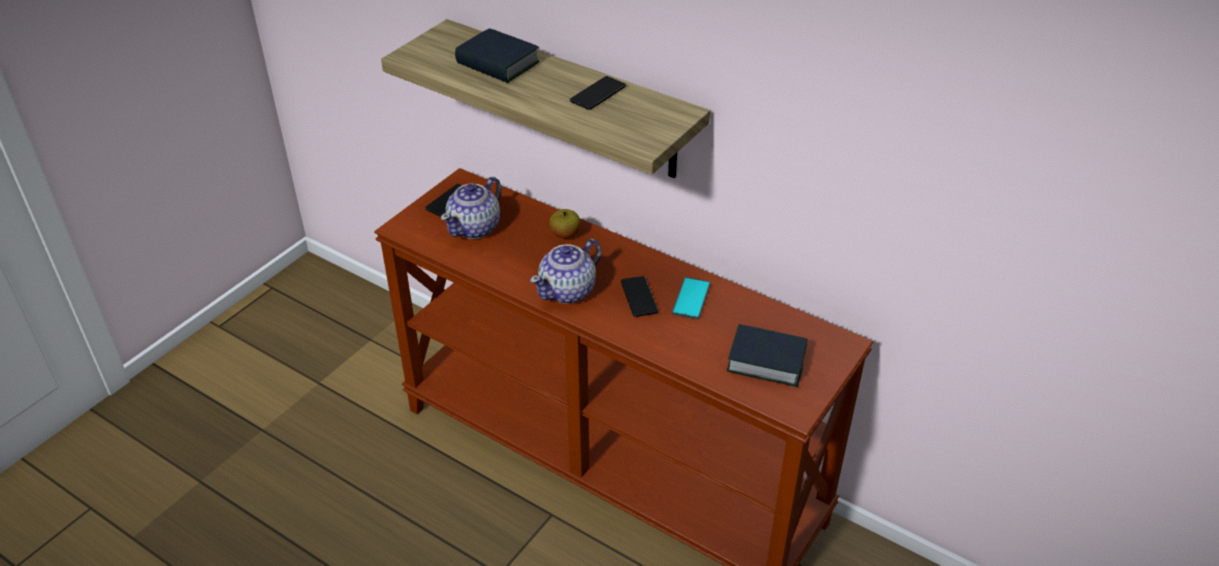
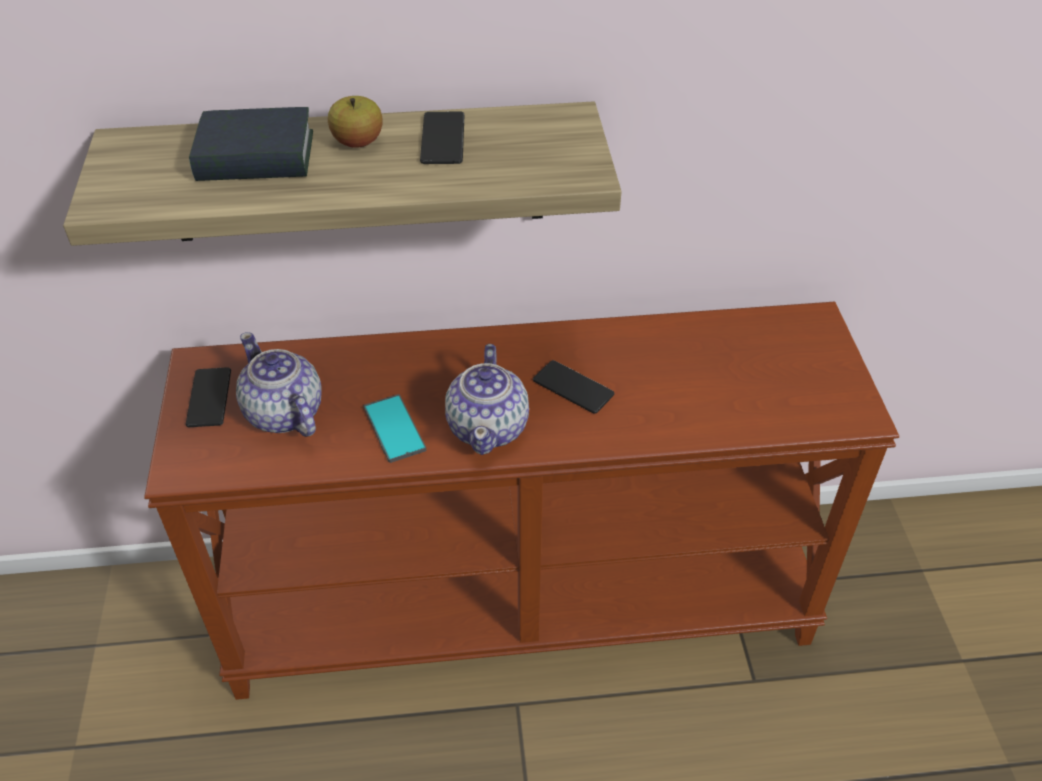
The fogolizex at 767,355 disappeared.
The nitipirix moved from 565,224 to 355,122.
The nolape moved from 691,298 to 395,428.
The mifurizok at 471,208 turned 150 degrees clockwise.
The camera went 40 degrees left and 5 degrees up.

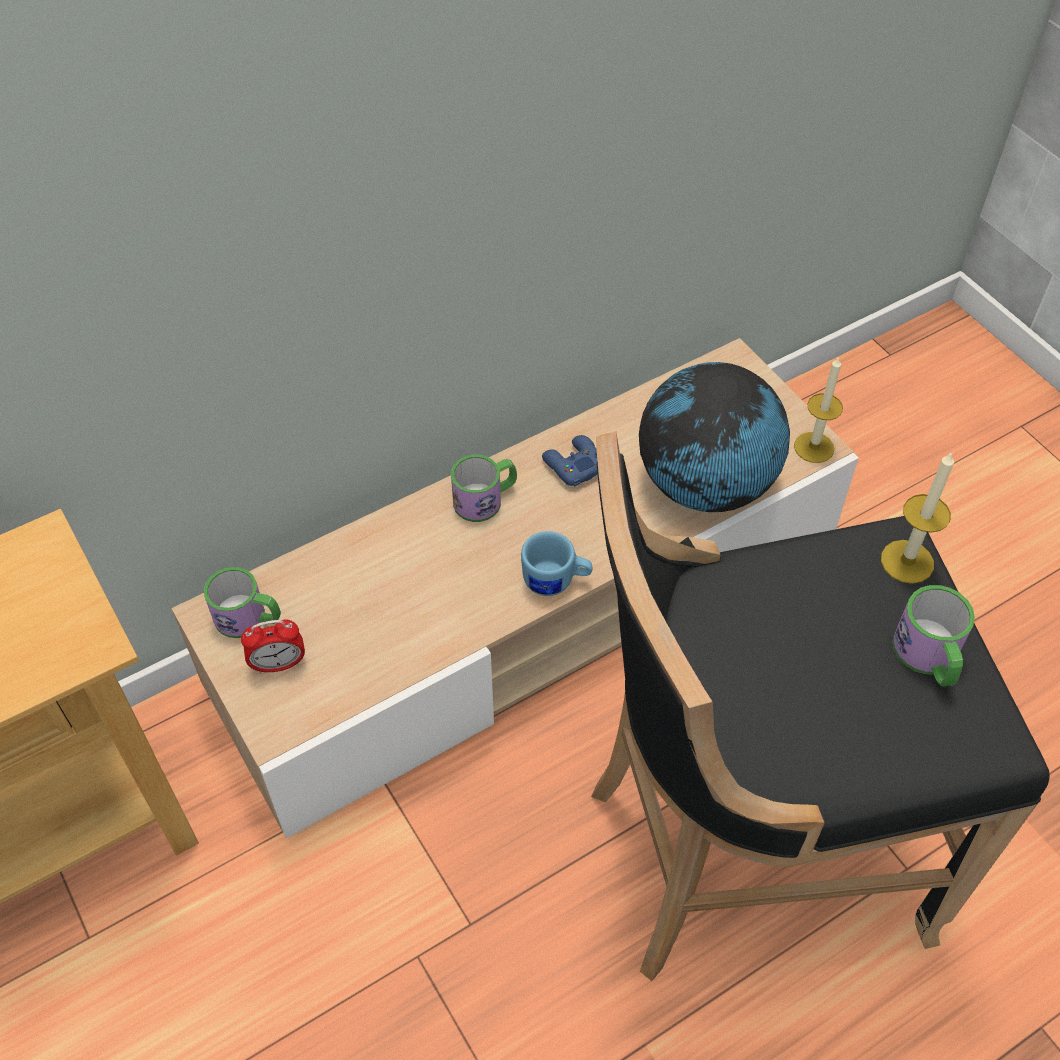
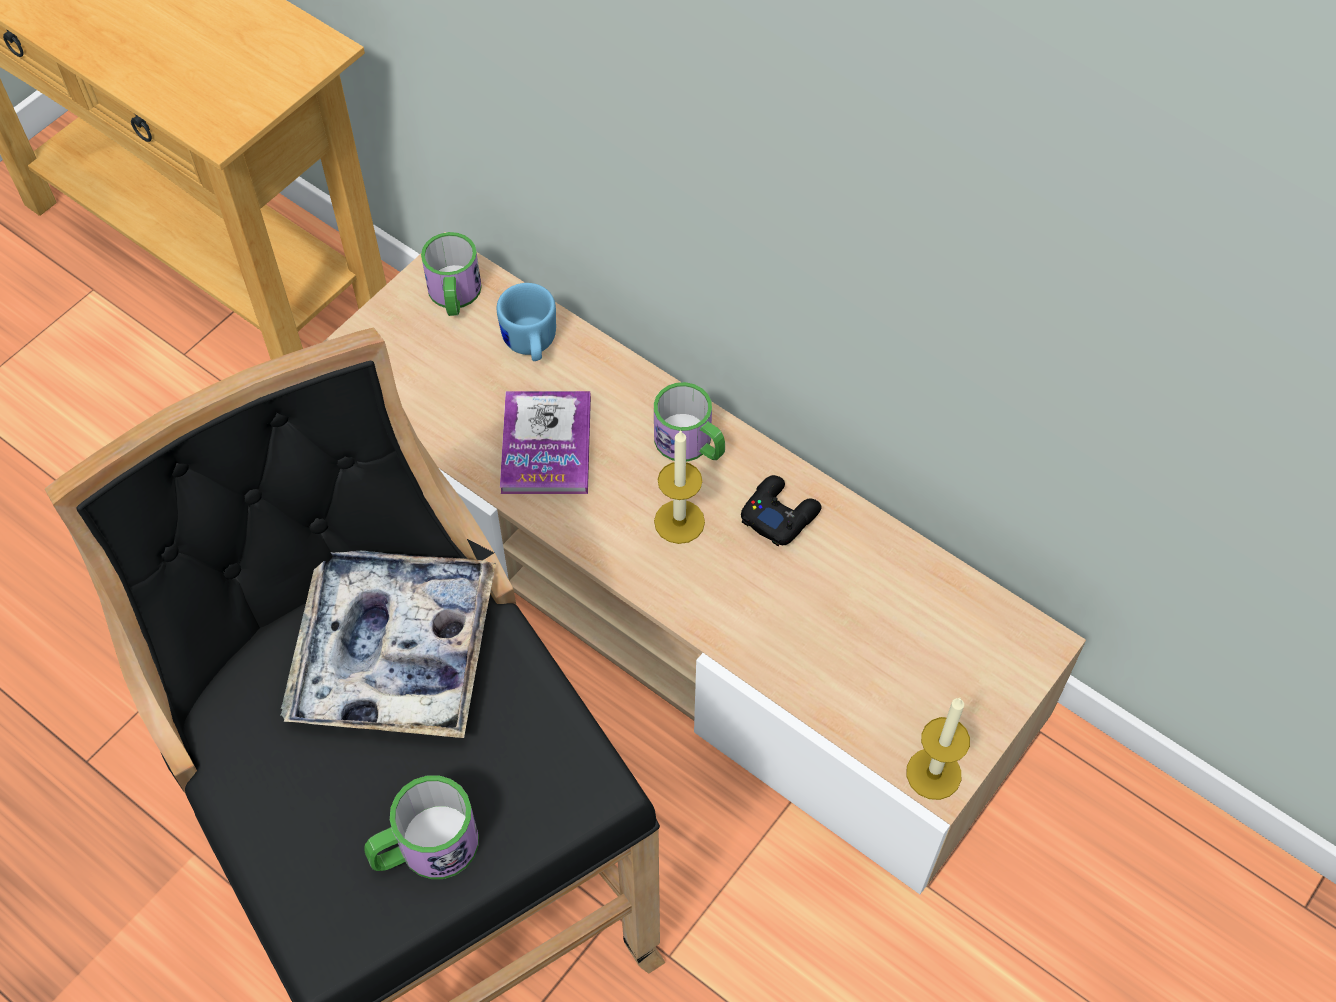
The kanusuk at 273,646 disappeared.
The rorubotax at 714,437 disappeared.
The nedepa at 388,644 appeared.
The fogolizex at 545,442 appeared.
The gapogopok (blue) moved from 556,563 to 526,322.
The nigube moved from 917,517 to 679,486.
The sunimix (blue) at 570,460 became the sunimix (black) at 781,510.
The camera went 70 degrees right and 5 degrees up.

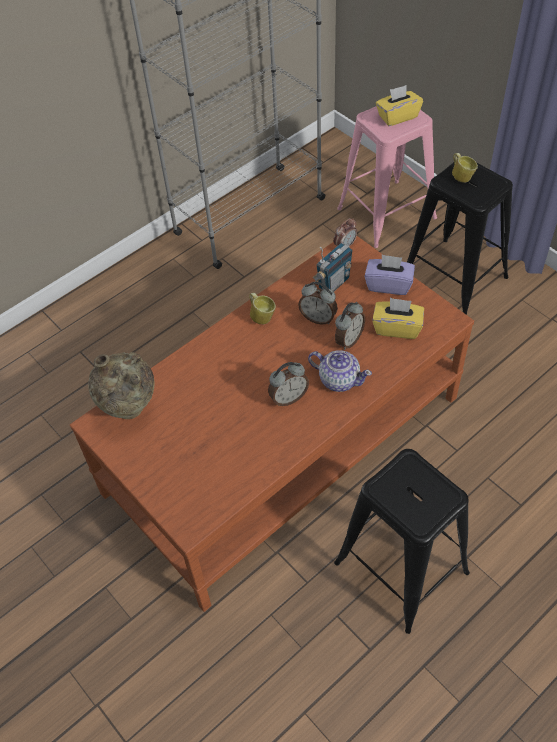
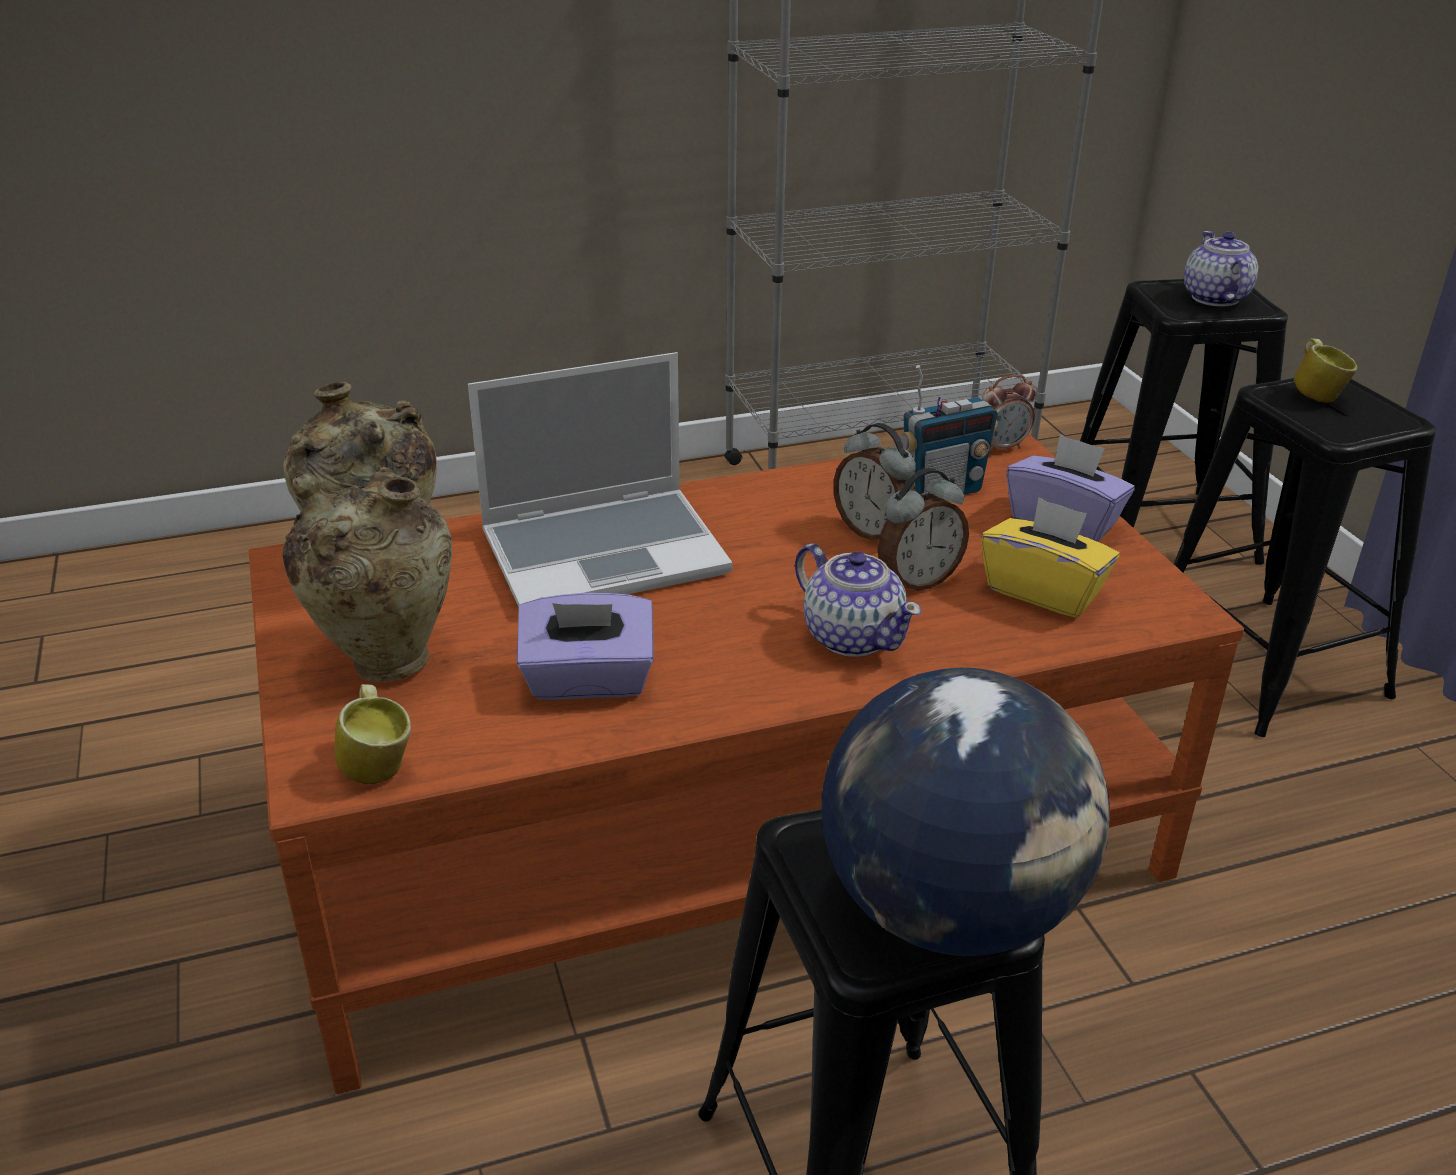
The kanusuk at 288,384 disappeared.
The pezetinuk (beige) at 367,574 appeared.
The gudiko at 600,479 appeared.
The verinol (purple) at 585,646 appeared.
The rorubotax at 966,812 appeared.
The gapogopok moved from 262,308 to 373,734.
The verinol (yellow) at 399,105 was replaced by the mifurizok at 1221,268.
The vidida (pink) at 387,177 became the vidida (black) at 1184,422.
The camera went 20 degrees right and 20 degrees down.

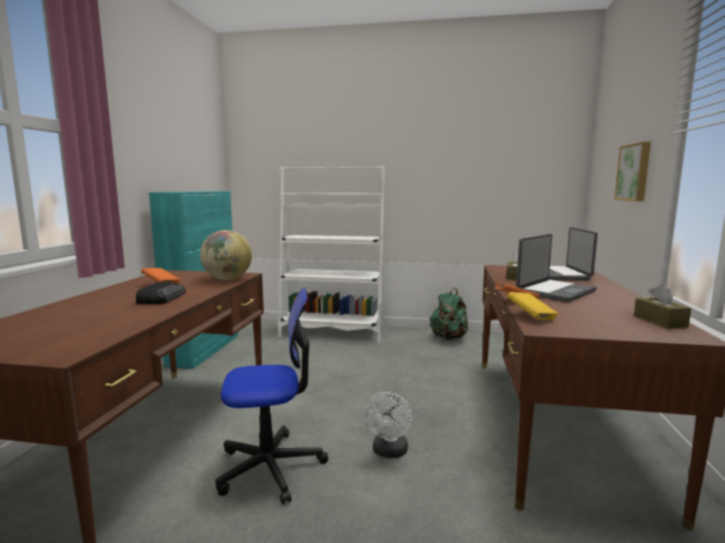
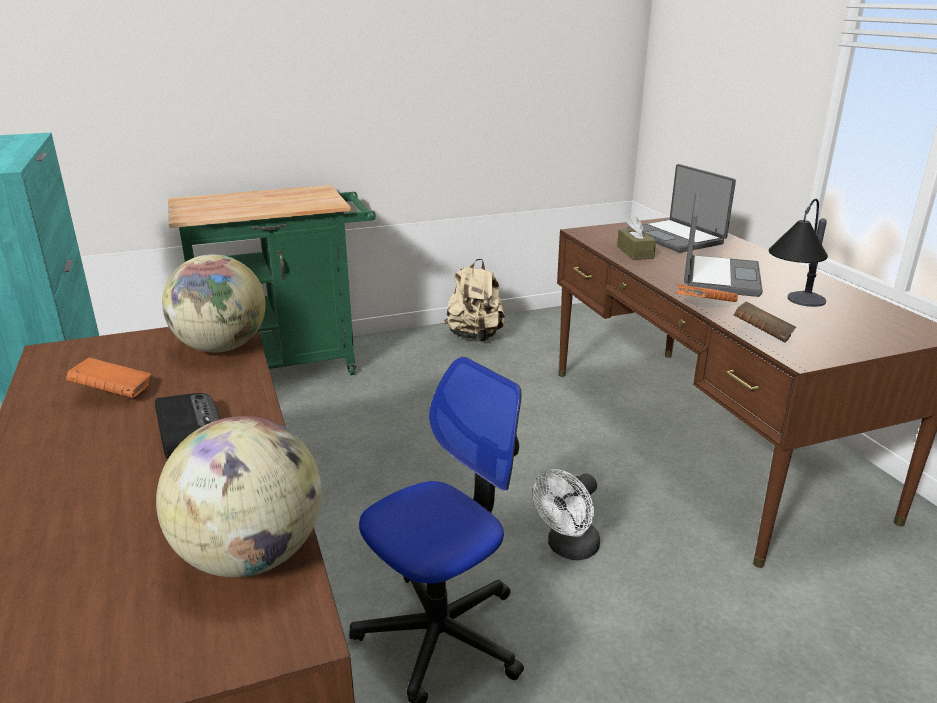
The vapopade at 632,171 disappeared.
The verinol (brown) at 662,306 disappeared.
The rorubotax at 239,496 appeared.
The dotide at 798,253 appeared.
The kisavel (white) at 331,254 was replaced by the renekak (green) at 272,280.
The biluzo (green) at 449,314 became the biluzo (beige) at 474,300.
The fogolizex (yellow) at 532,306 became the fogolizex (brown) at 765,322.
The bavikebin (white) at 388,425 turned 60 degrees clockwise.
The camera went 30 degrees left and 15 degrees up.

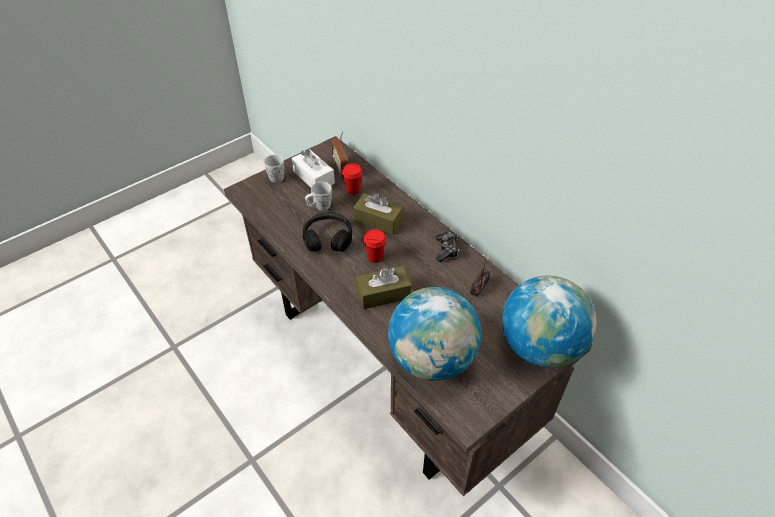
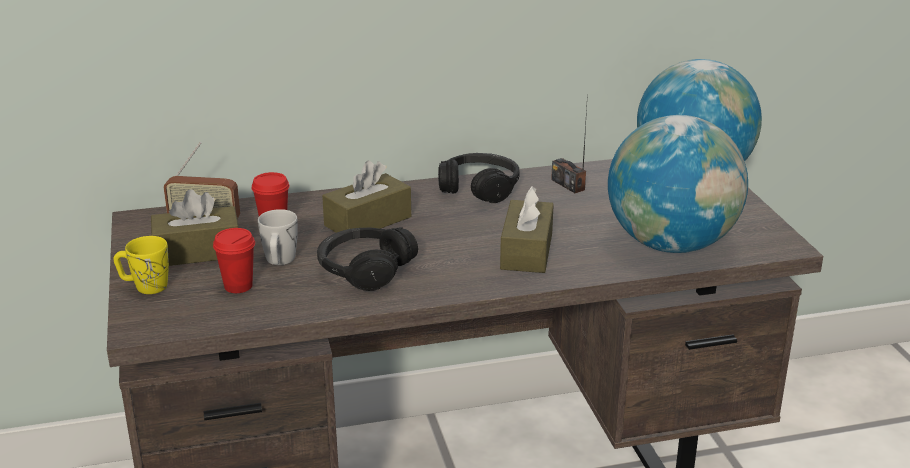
The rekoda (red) moved from 375,246 to 234,260.
The sunimix at 447,246 was replaced by the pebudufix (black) at 479,178.
The gapogopok (white) at 274,169 became the gapogopok (yellow) at 141,265.
The verinol (white) at 313,168 became the verinol (brown) at 195,227.
The camera went 65 degrees left and 20 degrees down.

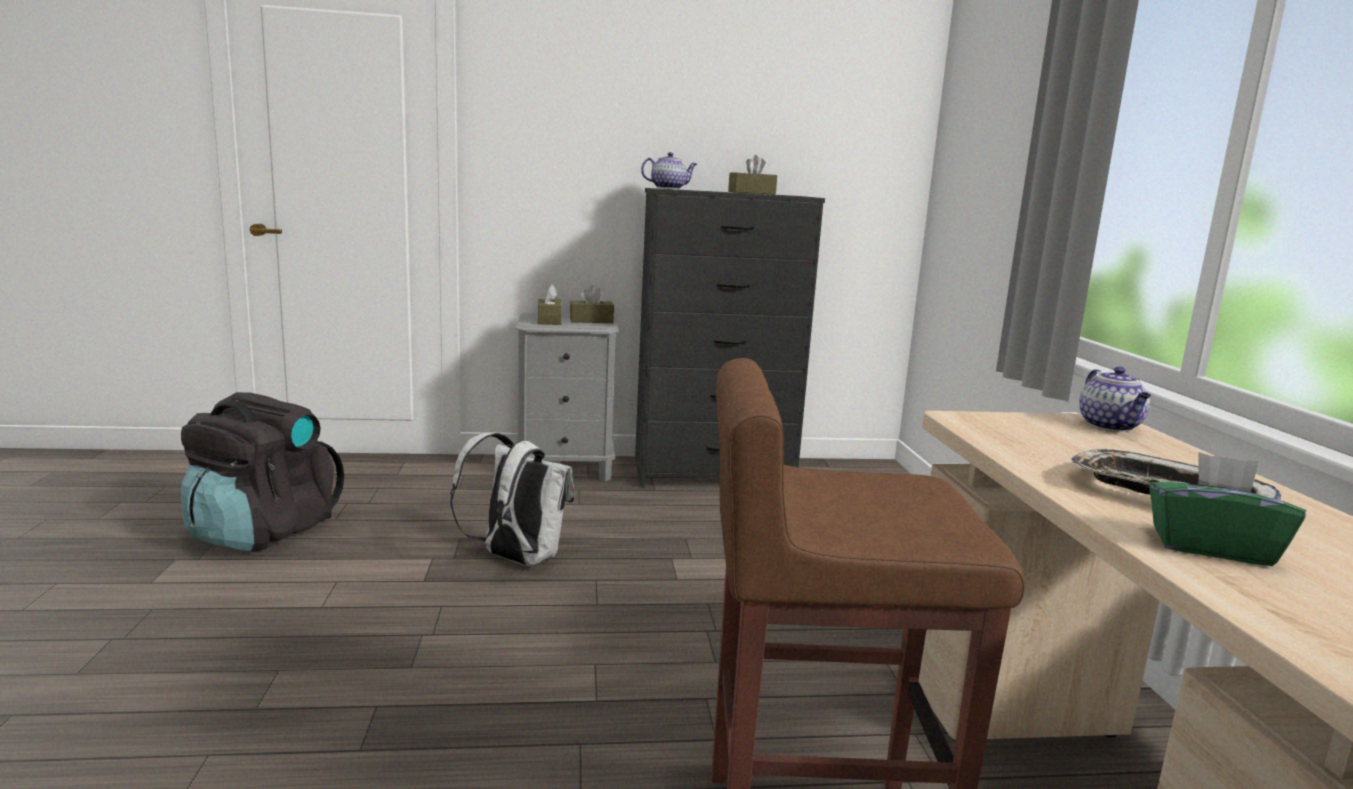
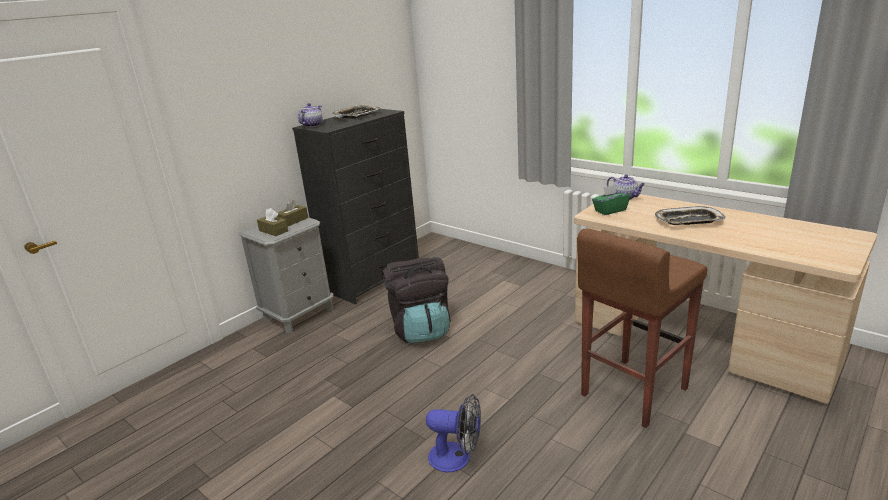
The biluzo (white) at 512,499 disappeared.
The bavikebin at 453,433 appeared.
The biluzo (black) moved from 262,471 to 416,300.
The verinol (green) moved from 1227,509 to 611,200.
The verinol (brown) at 752,175 was replaced by the nedepa at 356,112.
The camera went 40 degrees left and 10 degrees up.

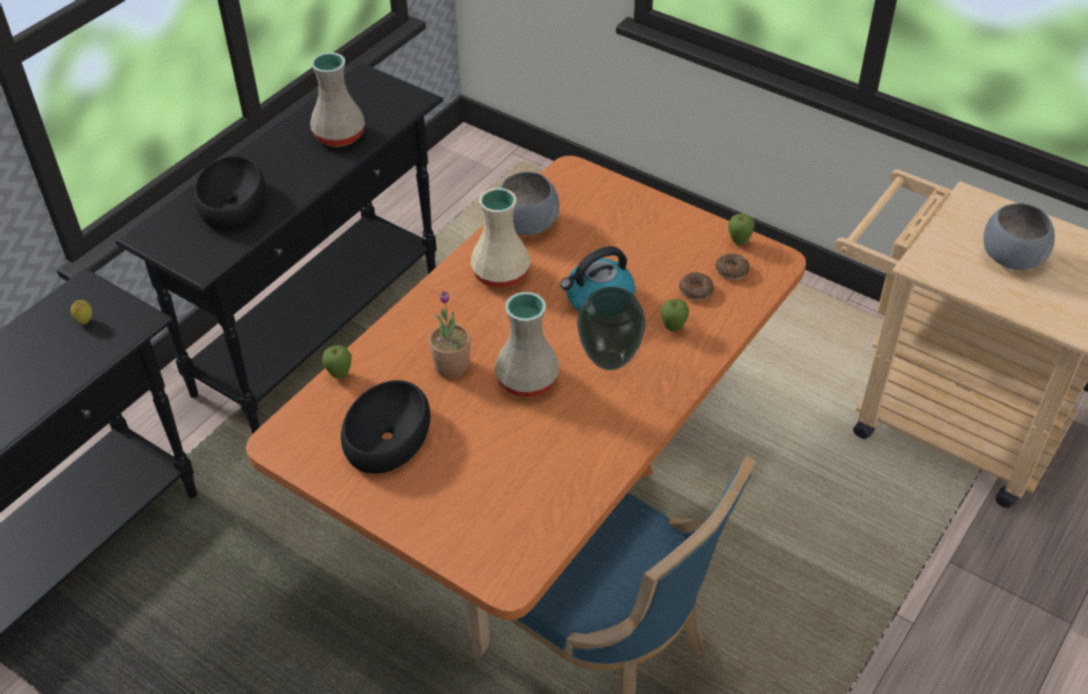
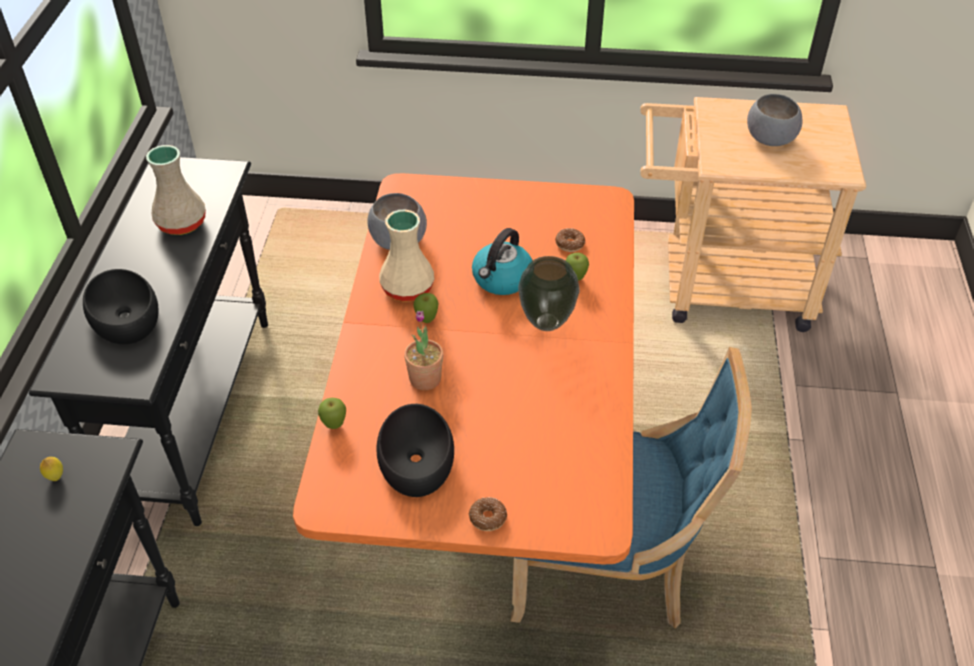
The pezetinuk (beige) at 527,344 disappeared.
The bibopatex moved from 732,266 to 488,514.
The nitipirix moved from 741,229 to 426,308.
The camera went 30 degrees left and 0 degrees up.

